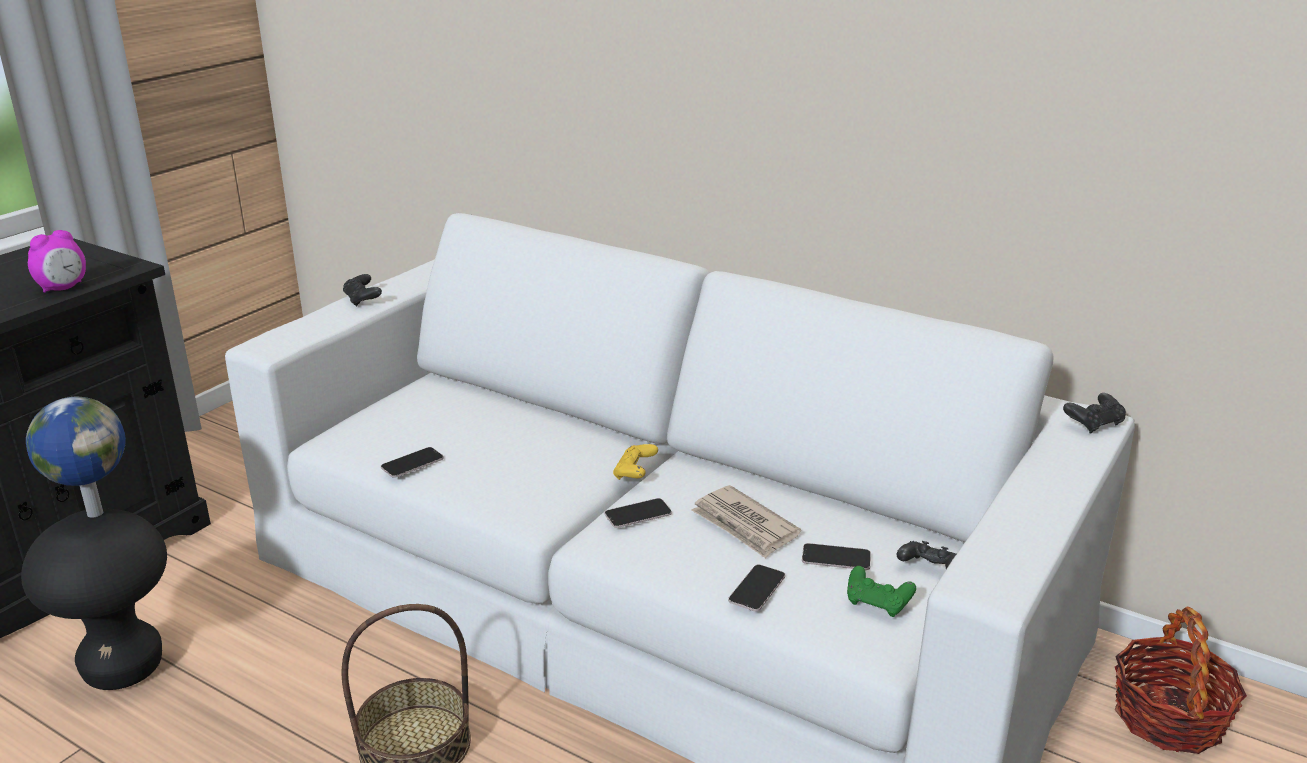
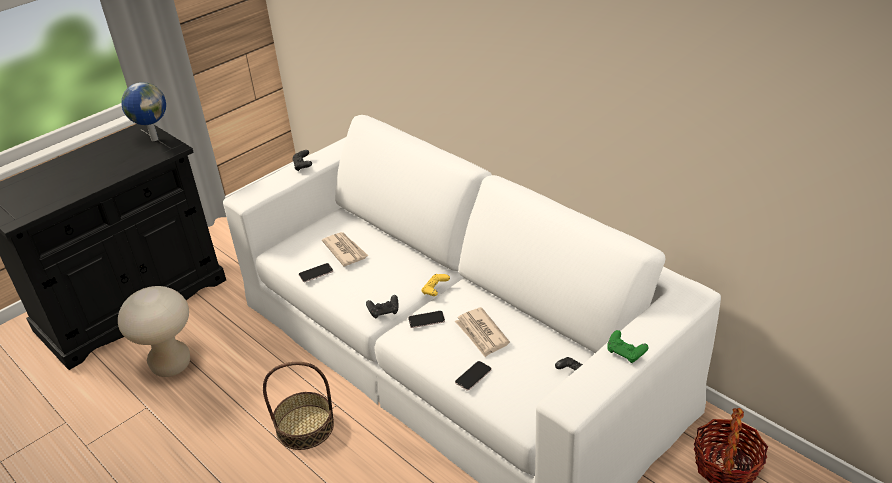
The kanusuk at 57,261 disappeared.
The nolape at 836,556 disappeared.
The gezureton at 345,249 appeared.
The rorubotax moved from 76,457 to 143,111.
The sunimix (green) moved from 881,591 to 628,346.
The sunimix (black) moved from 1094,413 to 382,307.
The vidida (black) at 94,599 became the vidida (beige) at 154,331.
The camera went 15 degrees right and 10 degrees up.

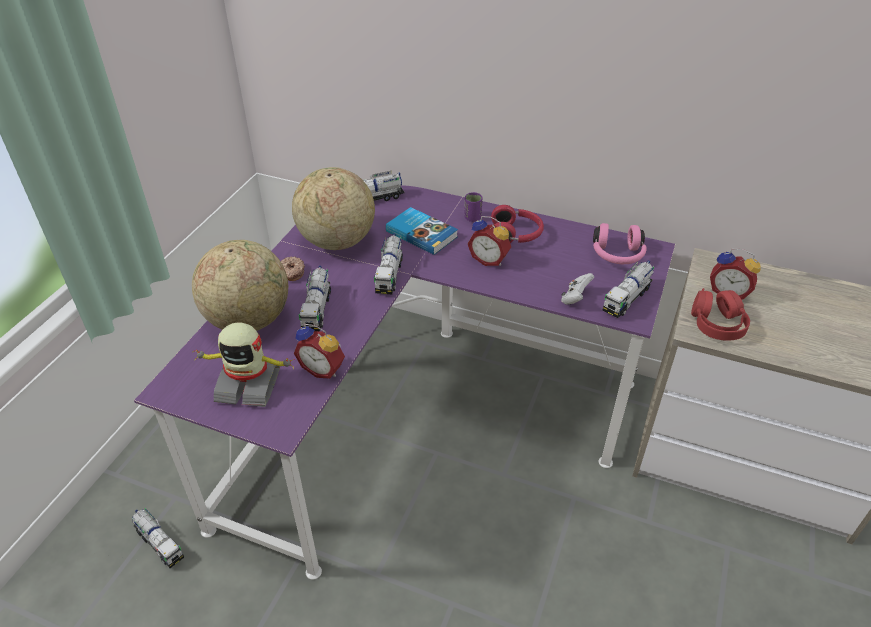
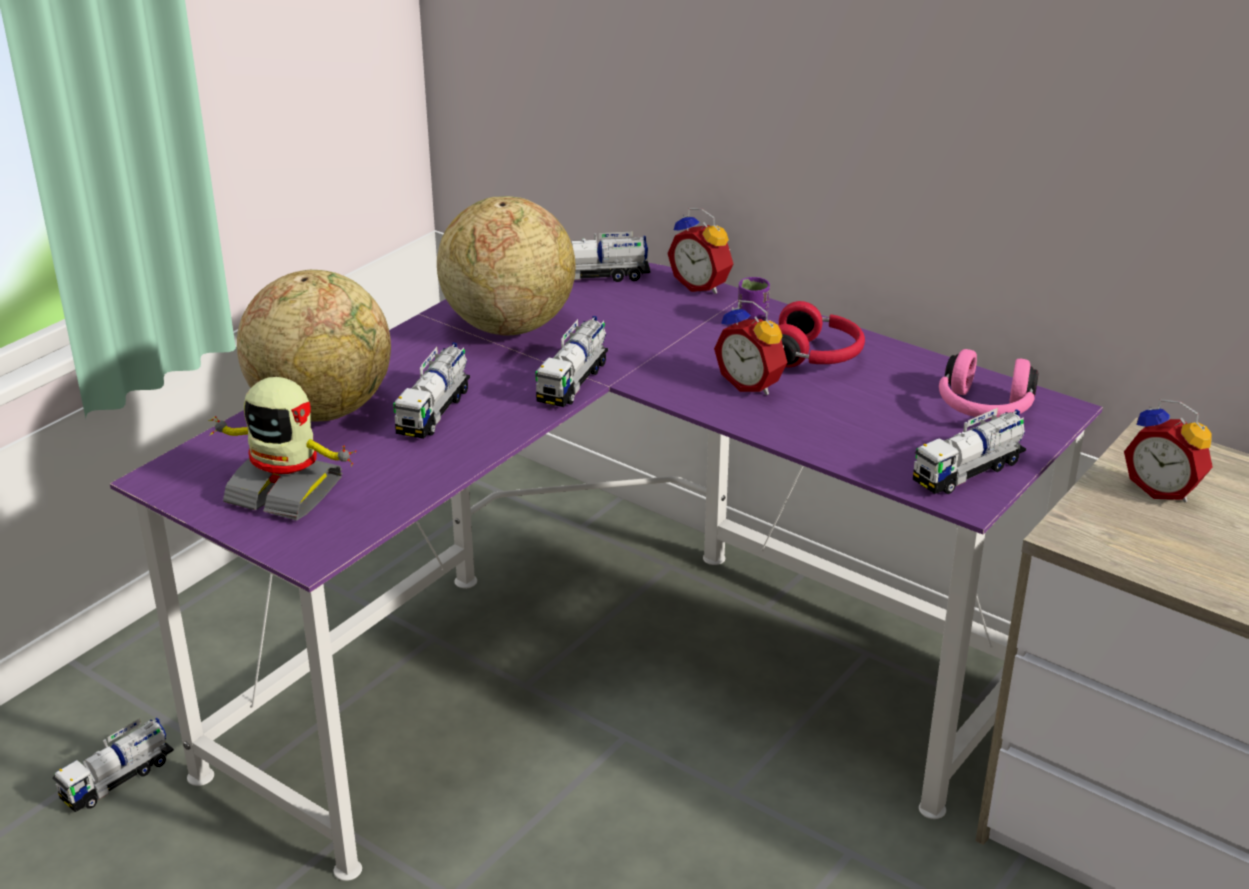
The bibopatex at 293,269 disappeared.
The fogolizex at 422,231 disappeared.
The sunimix (white) at 577,289 disappeared.
The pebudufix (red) at 720,314 disappeared.
The kanusuk moved from 319,351 to 700,251.
The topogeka at 158,538 turned 75 degrees clockwise.
The camera went 15 degrees right and 10 degrees down.

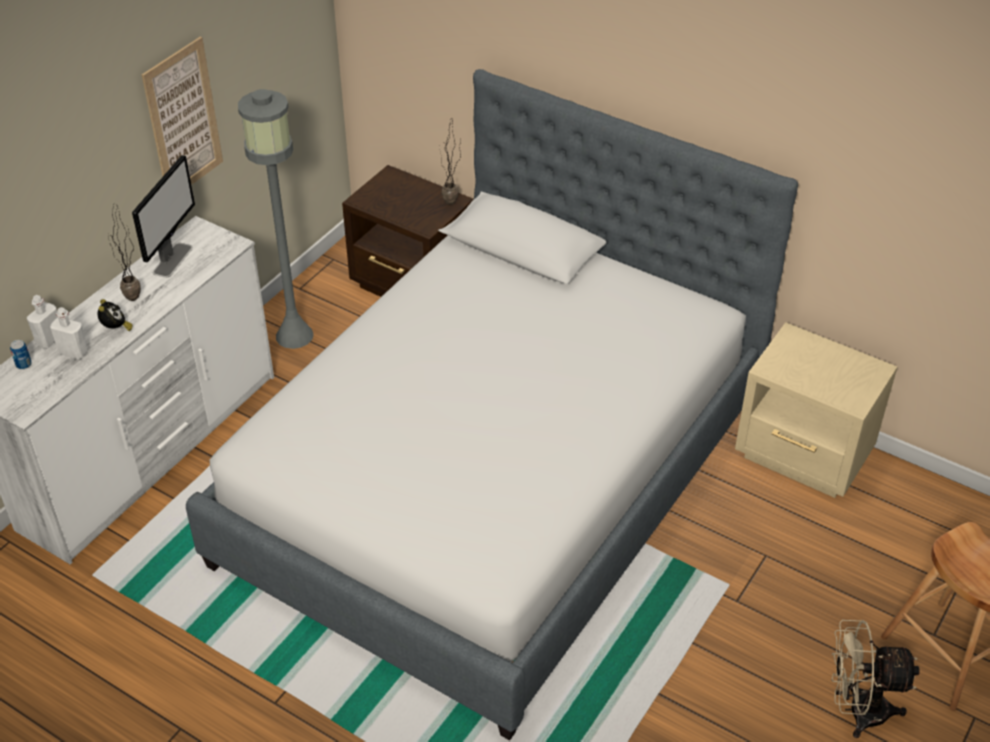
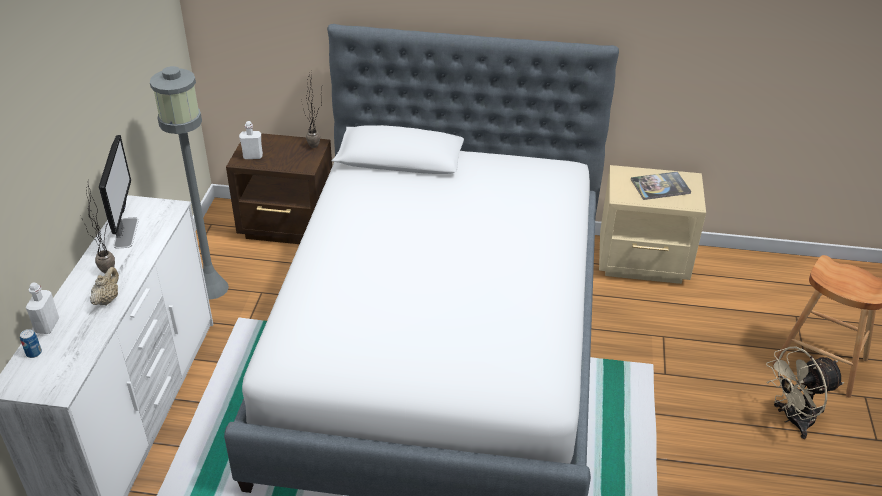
The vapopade at 182,110 disappeared.
The fogolizex at 661,186 appeared.
The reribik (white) moved from 69,333 to 251,140.
The kanusuk at 115,315 was replaced by the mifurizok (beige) at 104,286.
The camera went 25 degrees left and 5 degrees down.

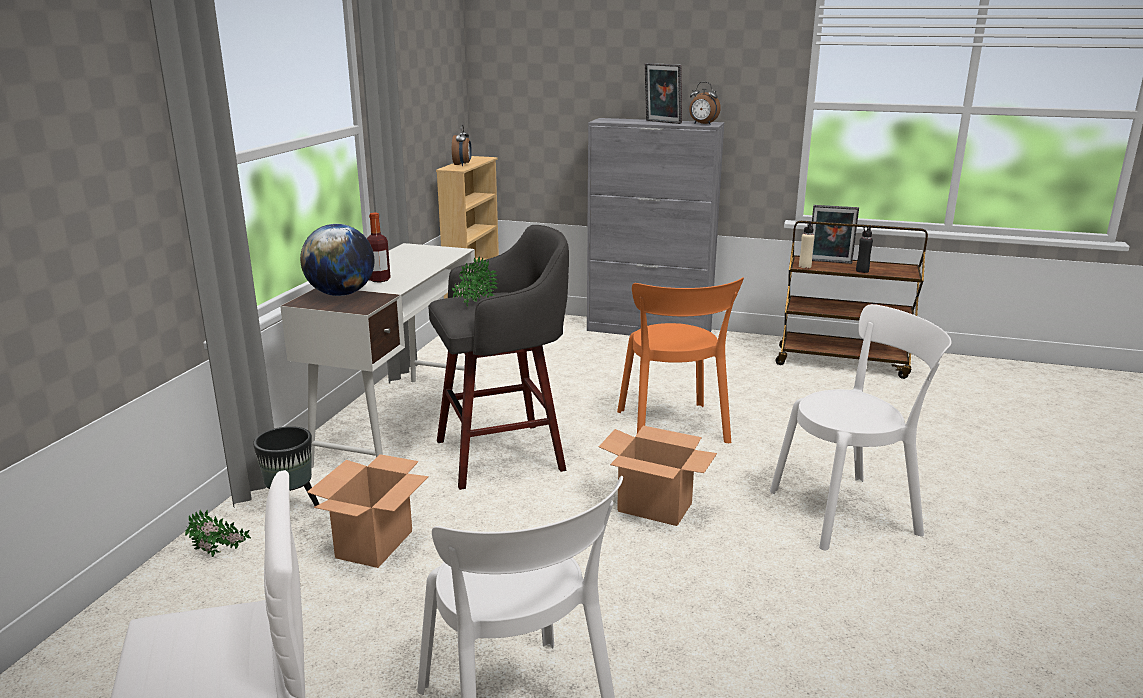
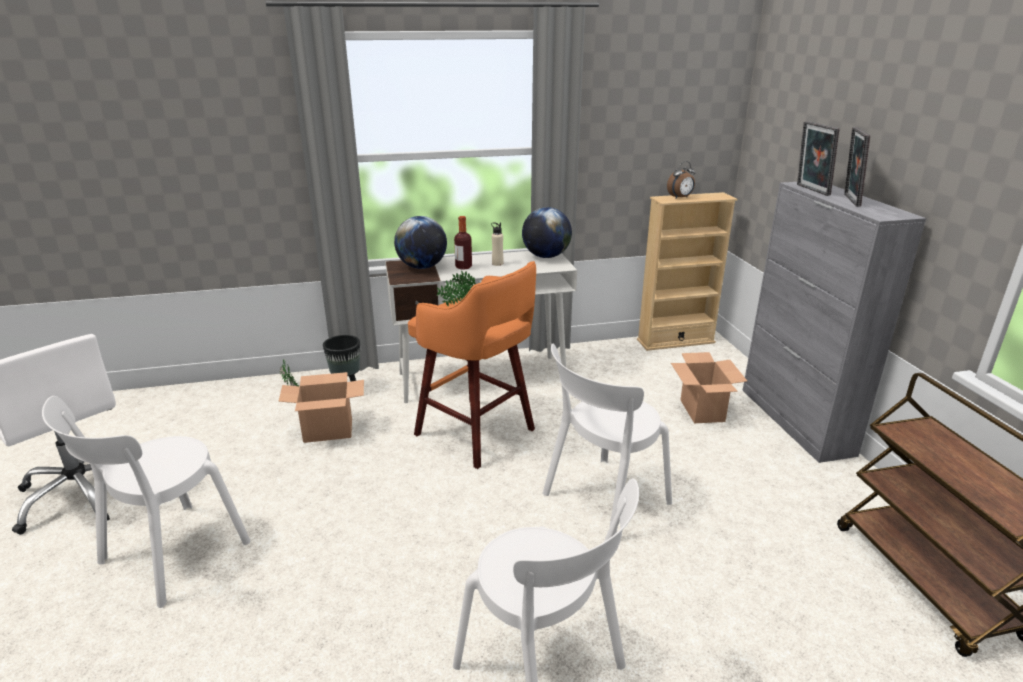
The kanusuk at 705,103 disappeared.
The reribik (black) at 864,249 disappeared.
The rorubotax at 547,232 appeared.
The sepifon moved from 658,476 to 709,387.
The reribik (beige) moved from 807,244 to 497,244.
The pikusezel moved from 835,234 to 818,158.
The vidida (grey) at 498,357 became the vidida (orange) at 472,365.
The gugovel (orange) at 680,360 became the gugovel (white) at 607,439.
The camera went 60 degrees right and 5 degrees up.

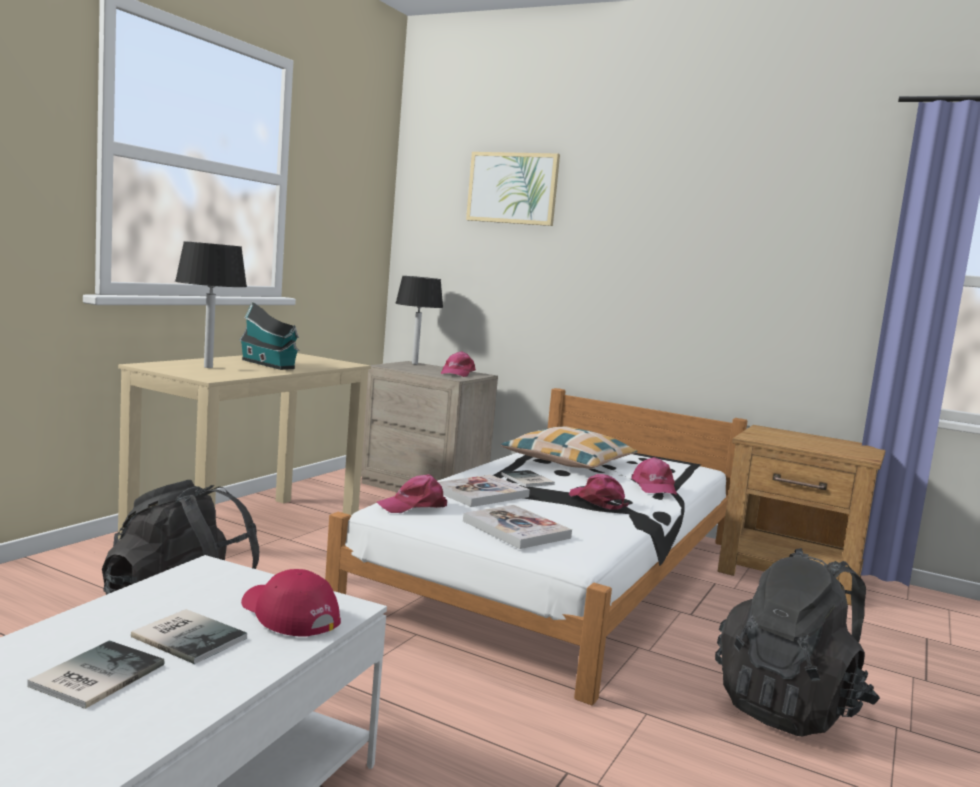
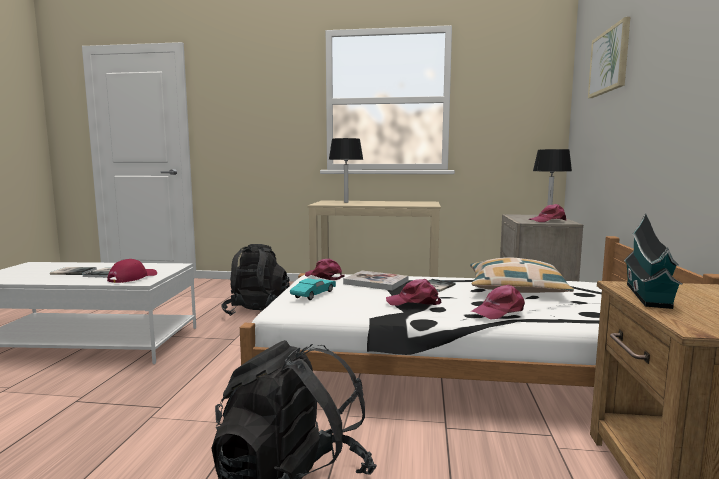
The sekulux moved from 269,335 to 653,261.
The fogolizex at 517,527 was replaced by the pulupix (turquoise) at 313,289.
The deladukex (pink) at 598,492 turned 120 degrees counterclockwise.
The camera went 70 degrees right and 0 degrees up.

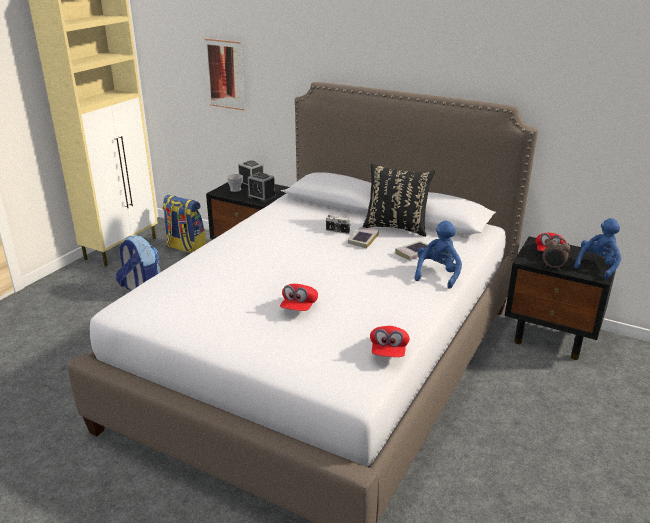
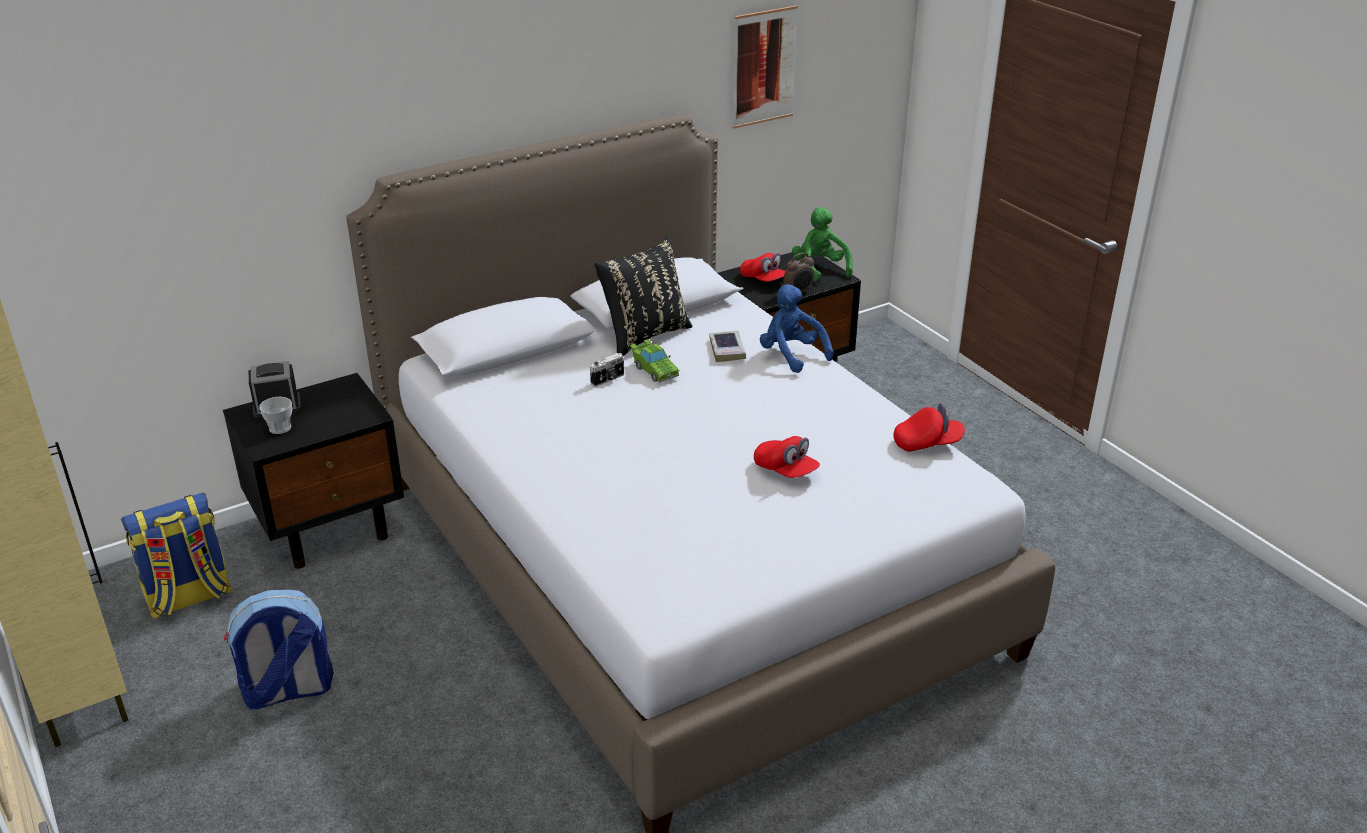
The kanusuk at 262,187 disappeared.
The vapopade moved from 225,75 to 765,67.
The fogolizex at 363,238 was replaced by the pulupix (green) at 654,361.
The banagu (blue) at 597,248 became the banagu (green) at 822,244.
The deladukex (red) at 390,341 turned 45 degrees counterclockwise.
The camera went 60 degrees left and 5 degrees up.

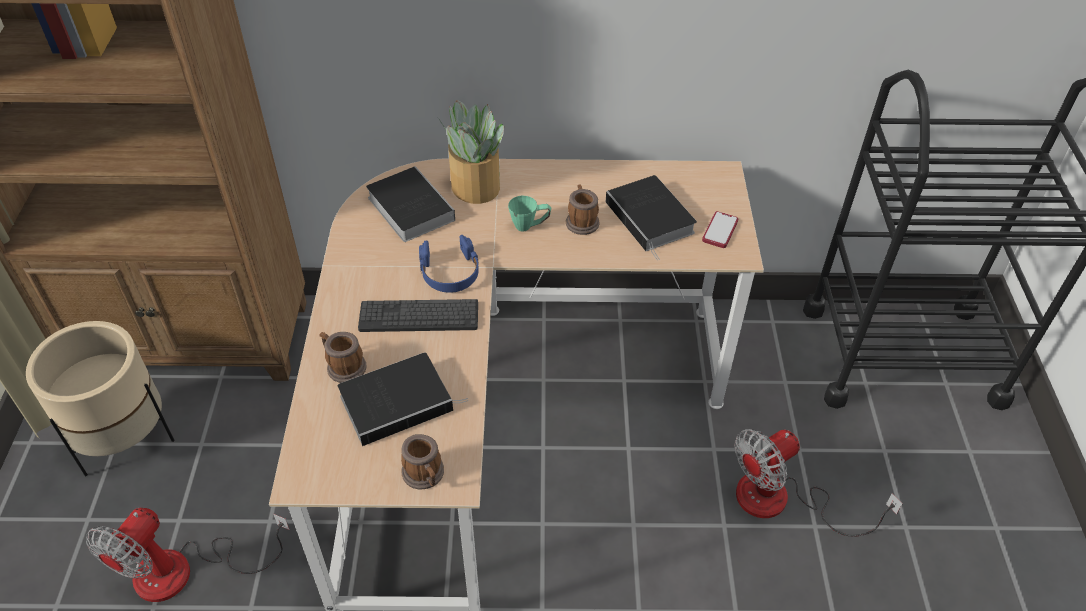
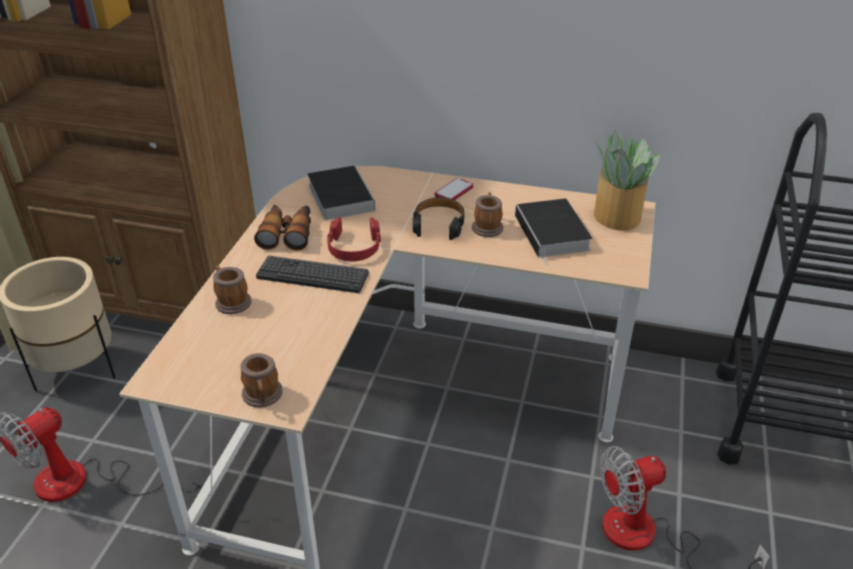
The fogolizex at 403,399 disappeared.
The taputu at 282,227 appeared.
The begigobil moved from 471,152 to 627,181.
The nolape moved from 720,229 to 454,189.
The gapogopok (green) at 529,214 was replaced by the pebudufix (black) at 439,218.
The pebudufix (blue) at 449,264 became the pebudufix (red) at 354,239.
The camera went 15 degrees right and 10 degrees down.

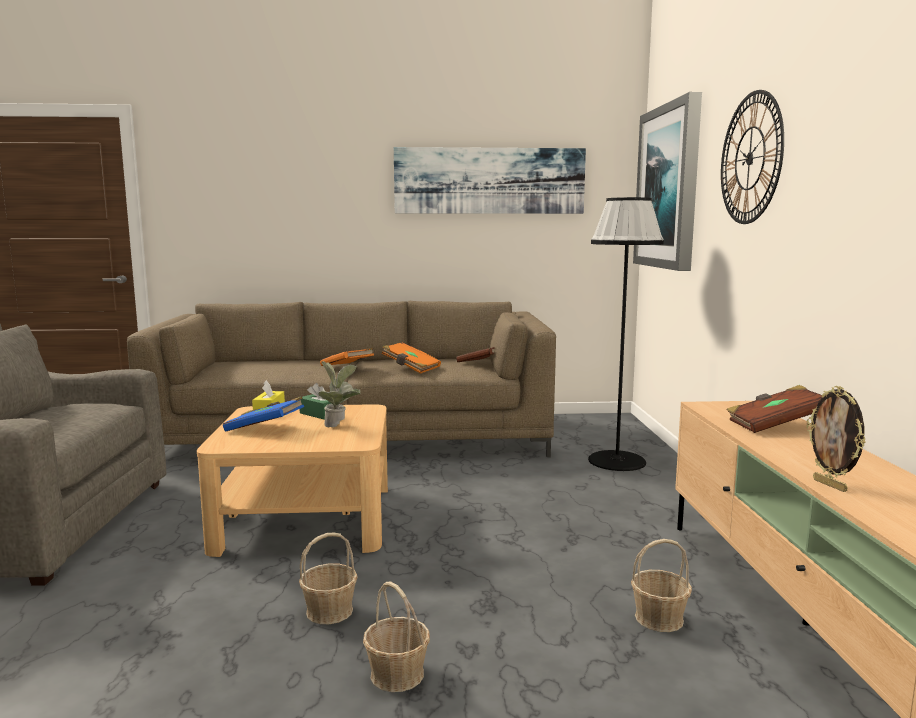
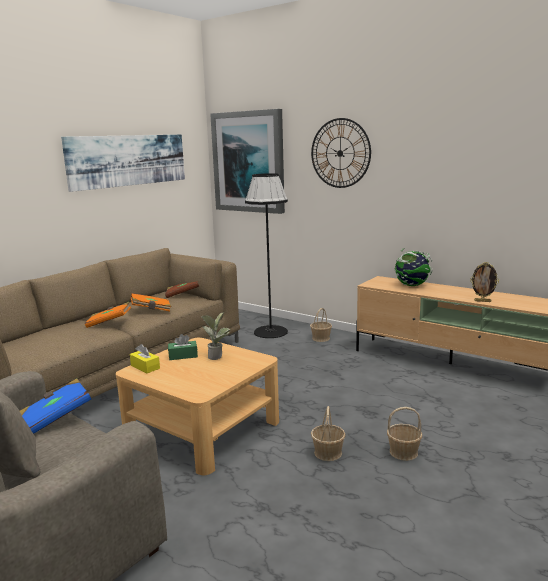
The fogolizex (blue) moved from 263,414 to 55,406.
The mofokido moved from 661,585 to 321,325.
The fogolizex (brown) at 774,409 was replaced by the rorubotax at 413,267.
The camera went 50 degrees left and 5 degrees up.

